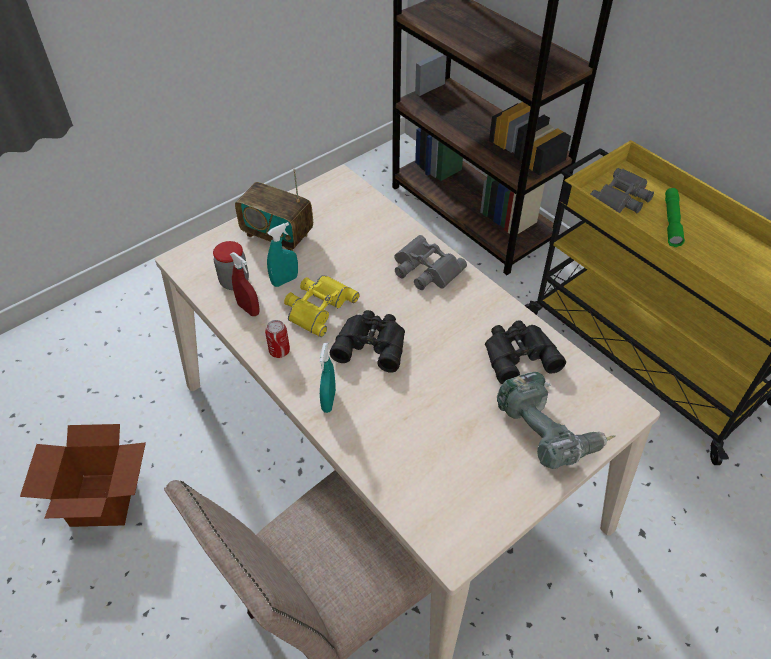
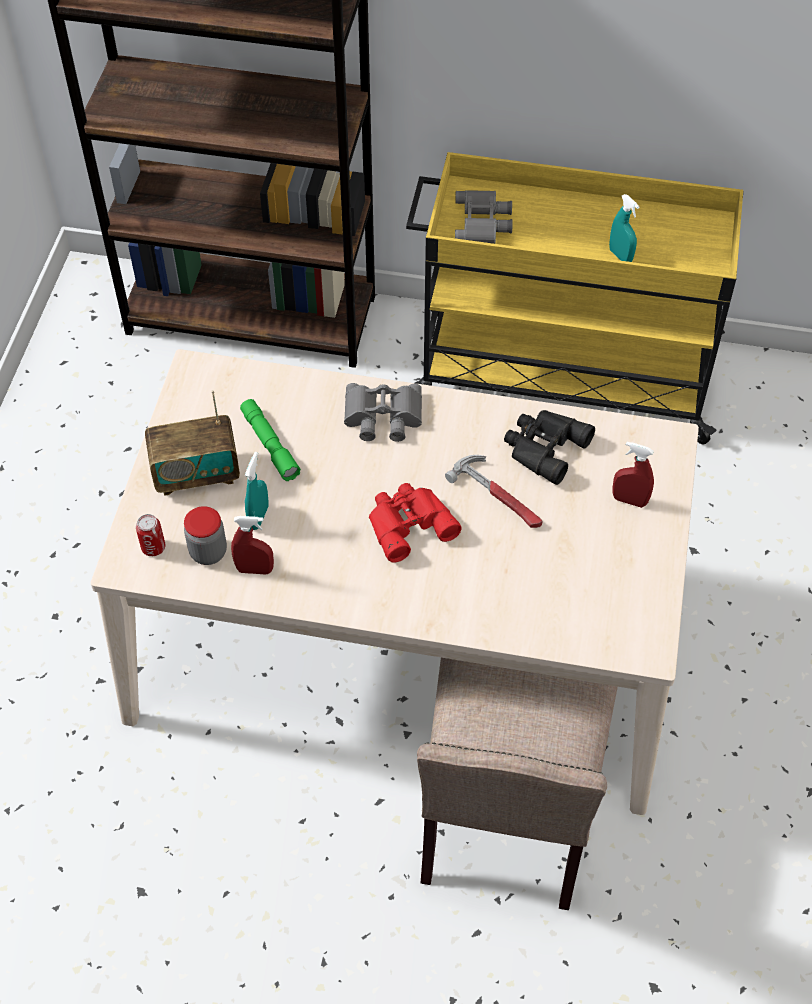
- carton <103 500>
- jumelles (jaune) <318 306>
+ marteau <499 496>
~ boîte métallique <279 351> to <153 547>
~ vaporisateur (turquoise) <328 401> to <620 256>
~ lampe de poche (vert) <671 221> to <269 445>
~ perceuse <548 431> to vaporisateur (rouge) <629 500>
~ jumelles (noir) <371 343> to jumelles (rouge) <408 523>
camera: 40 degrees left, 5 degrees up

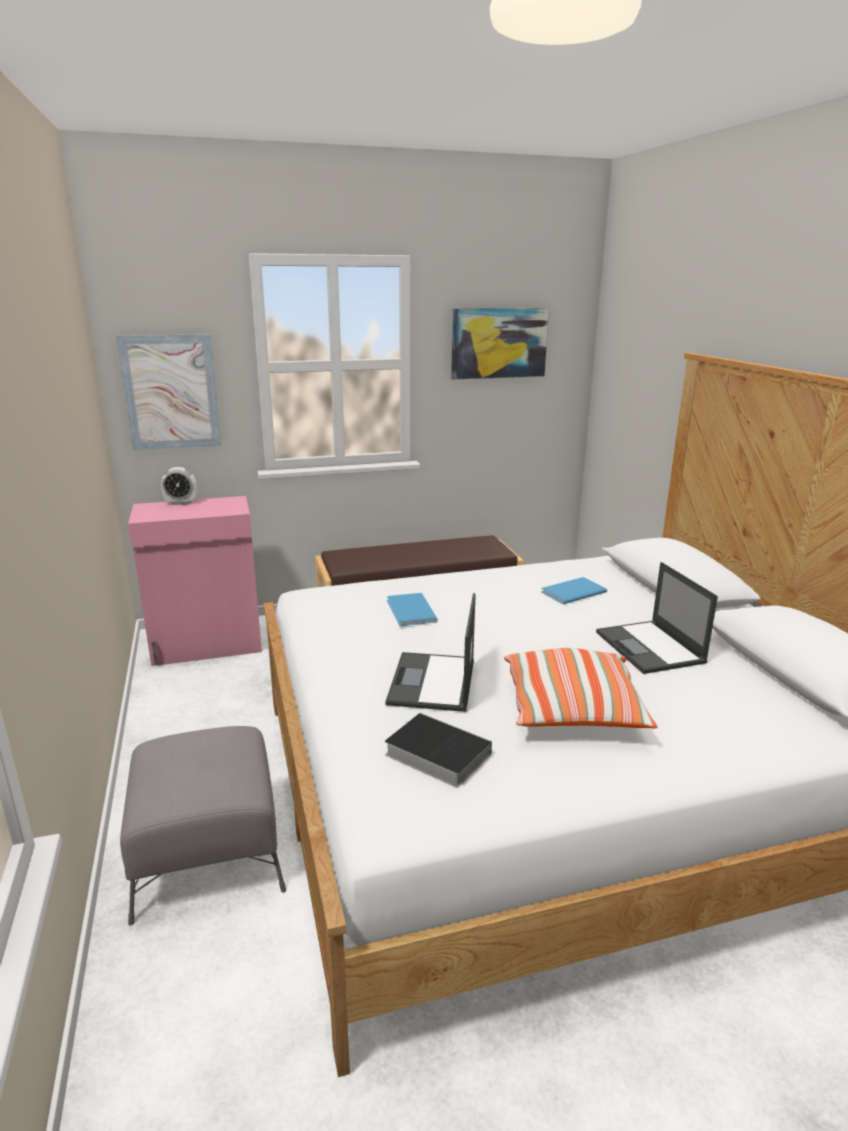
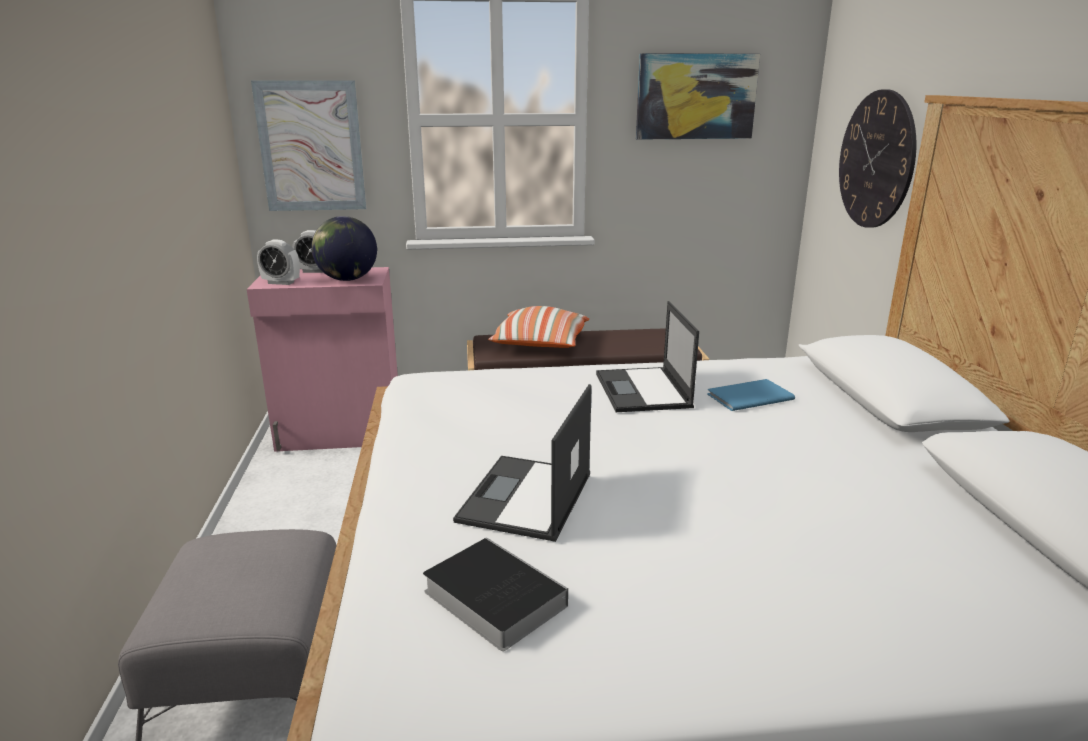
- livre (bleu) <410 611>
+ réveil <281 282>
+ globe <347 279>
+ horloge murale <876 160>
~ coussin <573 711> to <540 345>
~ ordinateur portable <650 648> to <643 391>
camera: 10 degrees right, 0 degrees up

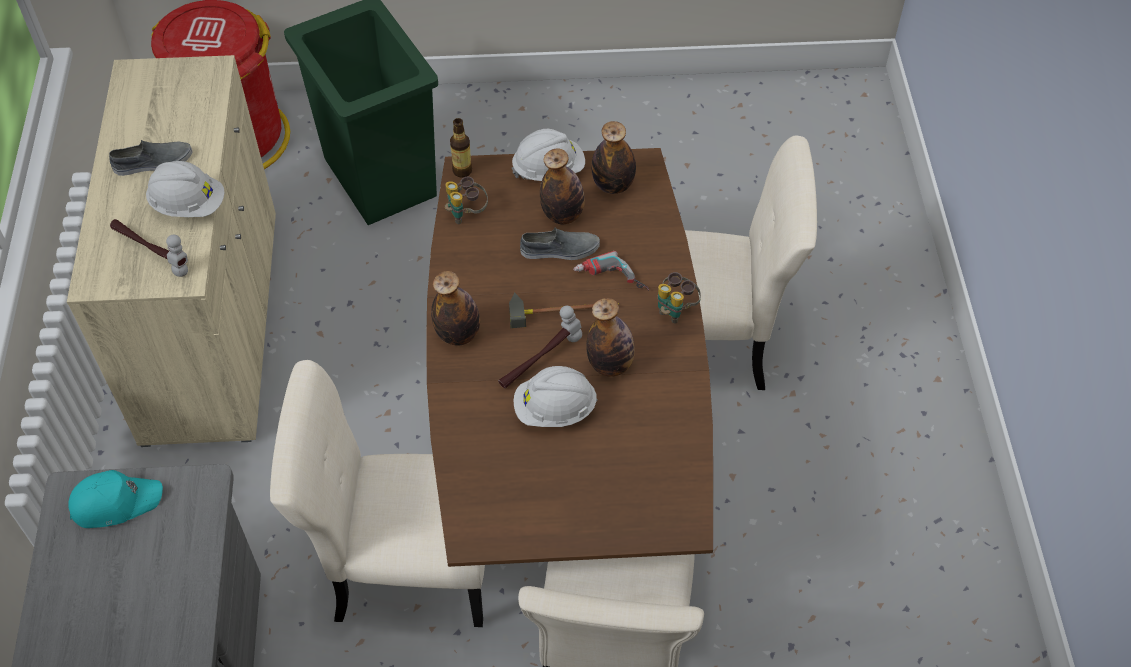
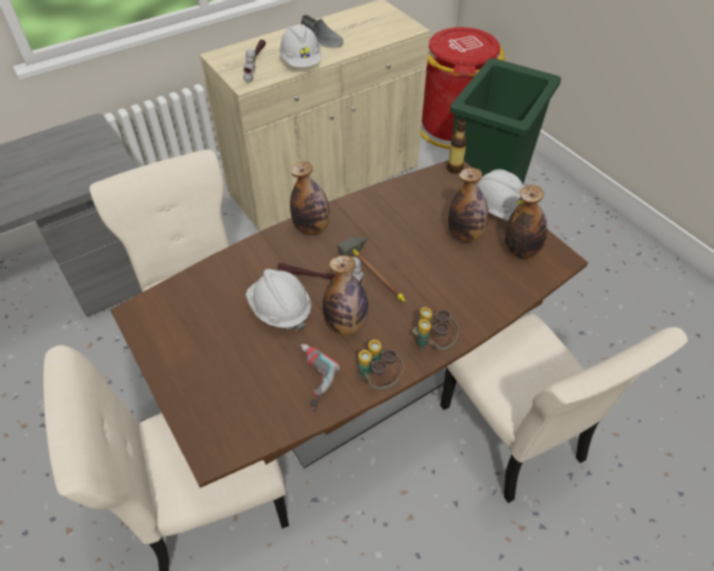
- casquette (turquoise) <115 502>
- chaussure (gris) <560 250>
~ jumelles <466 213> to <378 380>
~ perceuse <610 281> to <308 379>
camera: 60 degrees right, 5 degrees down

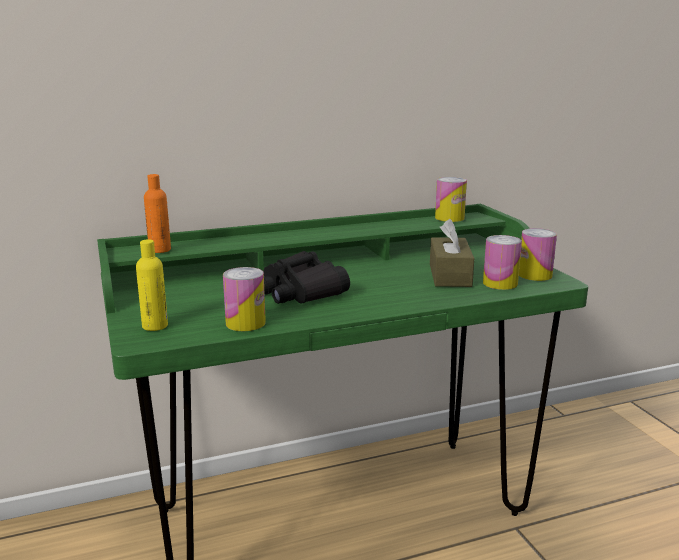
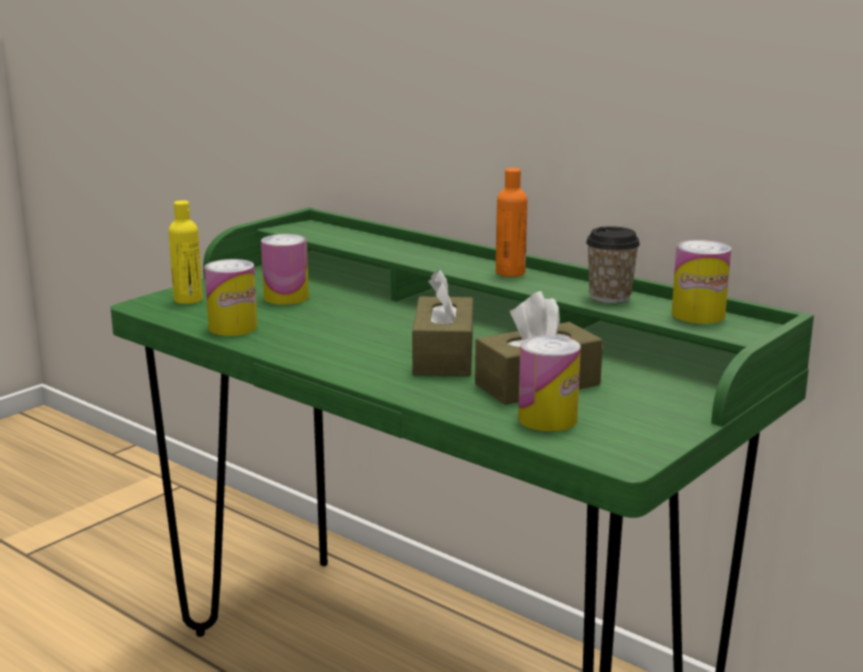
- jumelles (noir) <300 291>
+ boîte à mouchoirs (marron) <443 356>
+ tasse <610 297>
~ bouteille (orange) <160 250> to <510 273>
~ boîte métallique <535 275> to <286 297>
camera: 60 degrees right, 0 degrees up

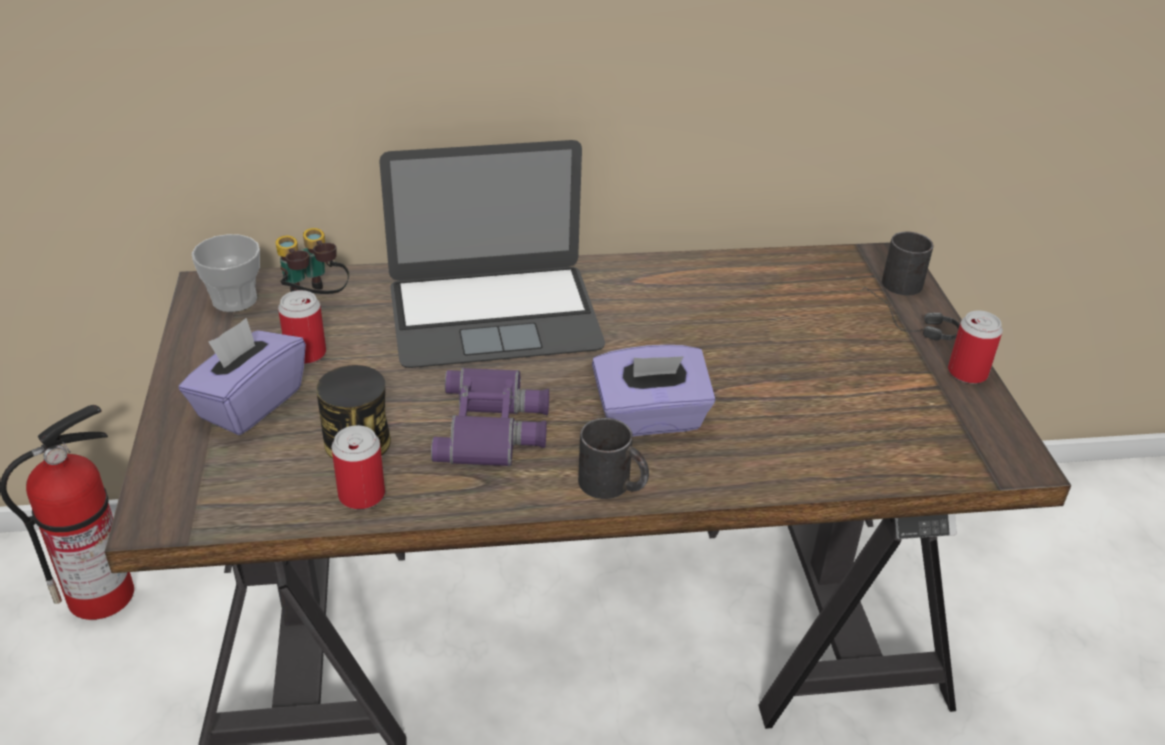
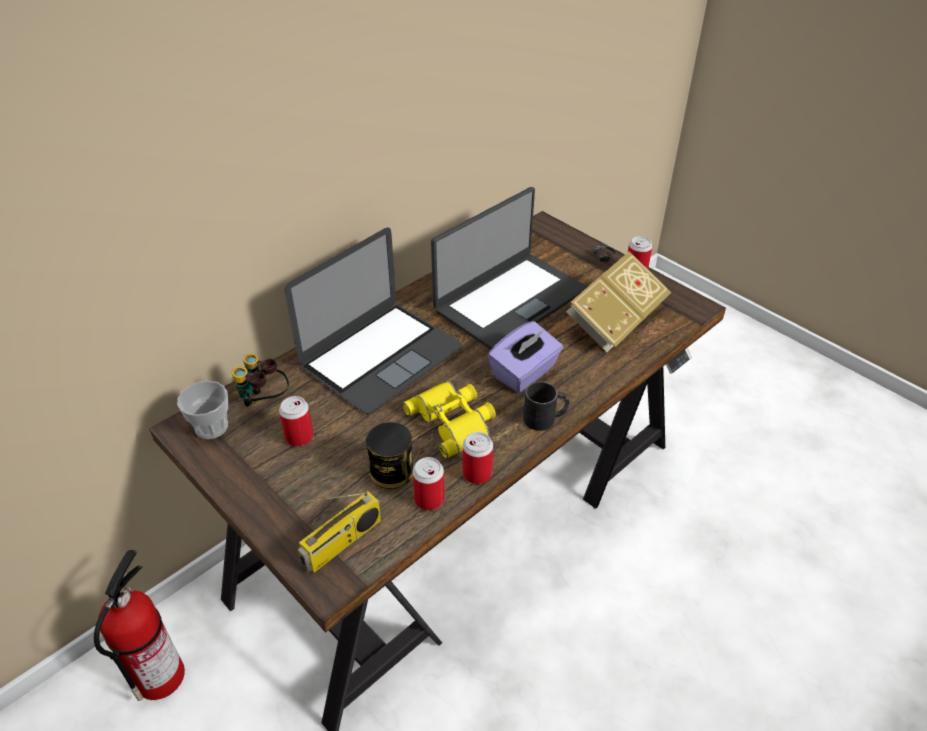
- boîte à mouchoirs (violet) <249 403>
- mug (noir) <905 280>
+ radio <342 543>
+ ordinateur portable <509 300>
+ boîte métallique <477 473>
+ livre <614 321>
~ jumelles (violet) <494 427> to jumelles (jaune) <454 421>
camera: 35 degrees left, 5 degrees up

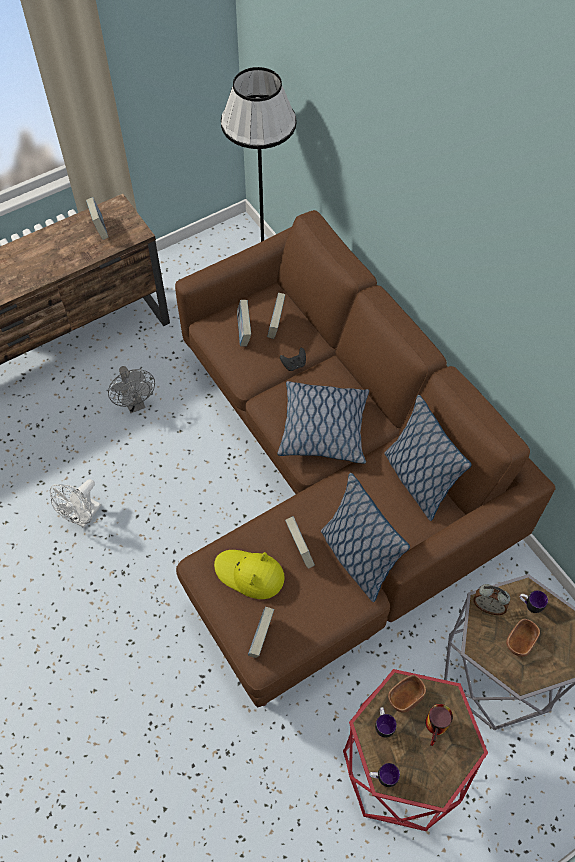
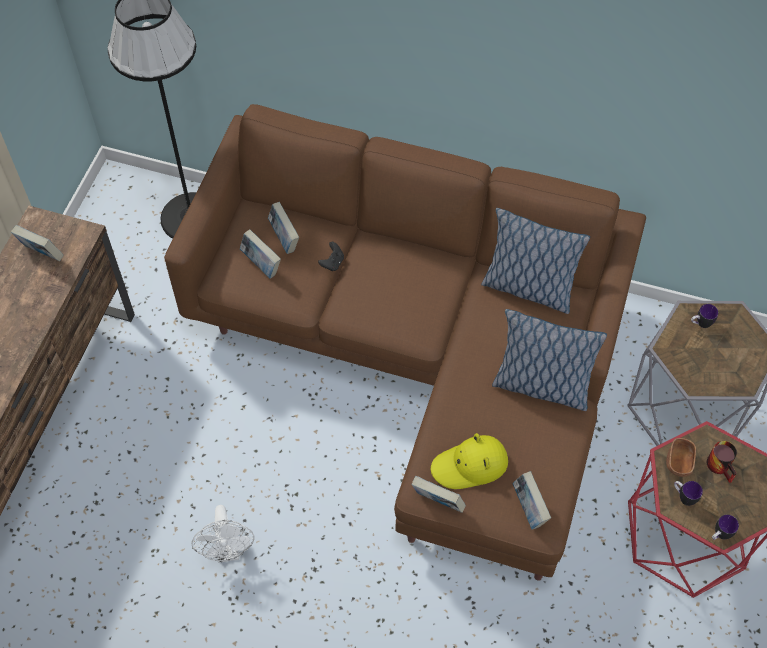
- ventilateur (gris) <135 404>
- coussin <324 429>
- réveil <488 606>
- bol (marron) <520 642>
~ livre <299 550> to <437 502>
camera: 40 degrees left, 0 degrees up

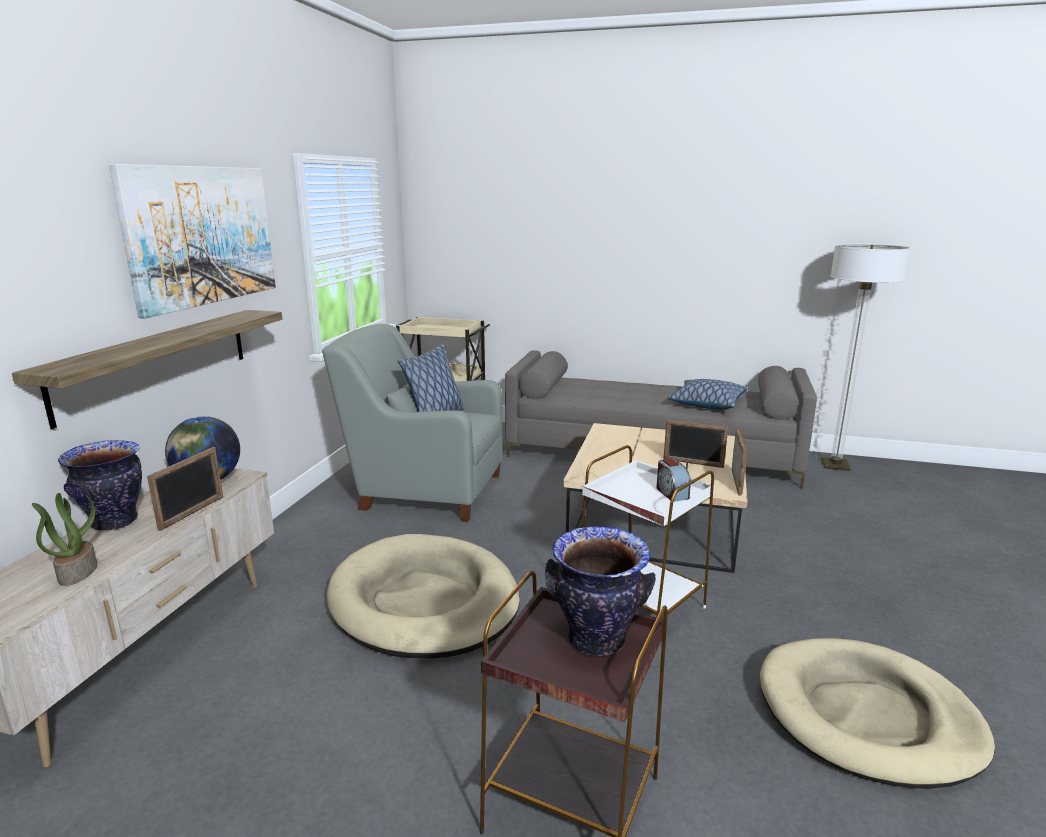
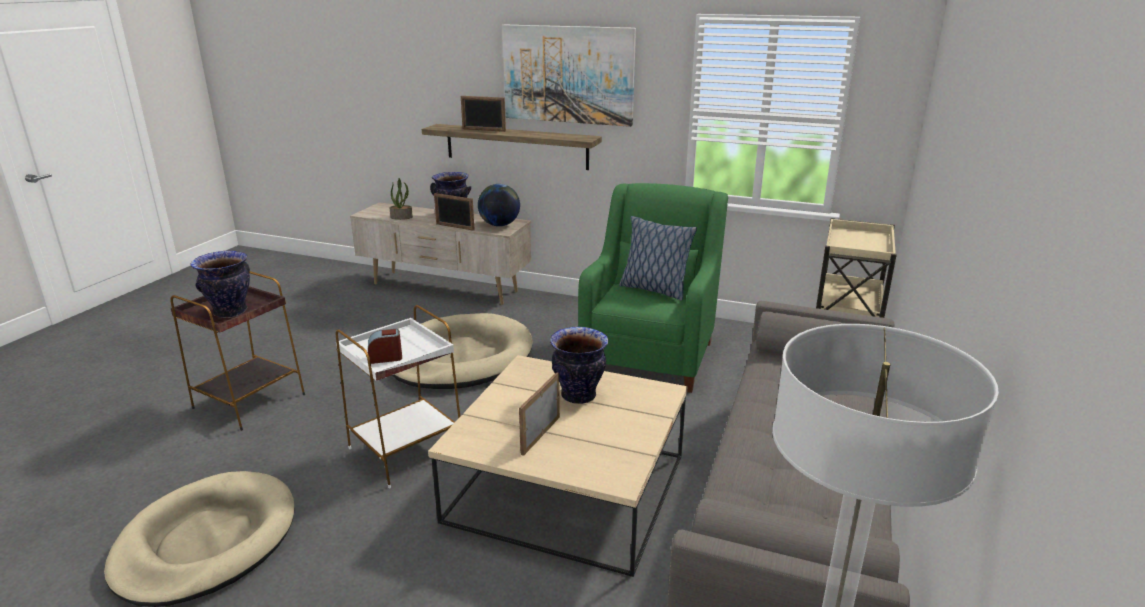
- coussin <706 403>
+ vase <579 396>
~ cadre photo <736 482> to <483 130>
~ fauteuil (gris) <424 490> to fauteuil (vert) <650 353>
camera: 95 degrees right, 5 degrees up

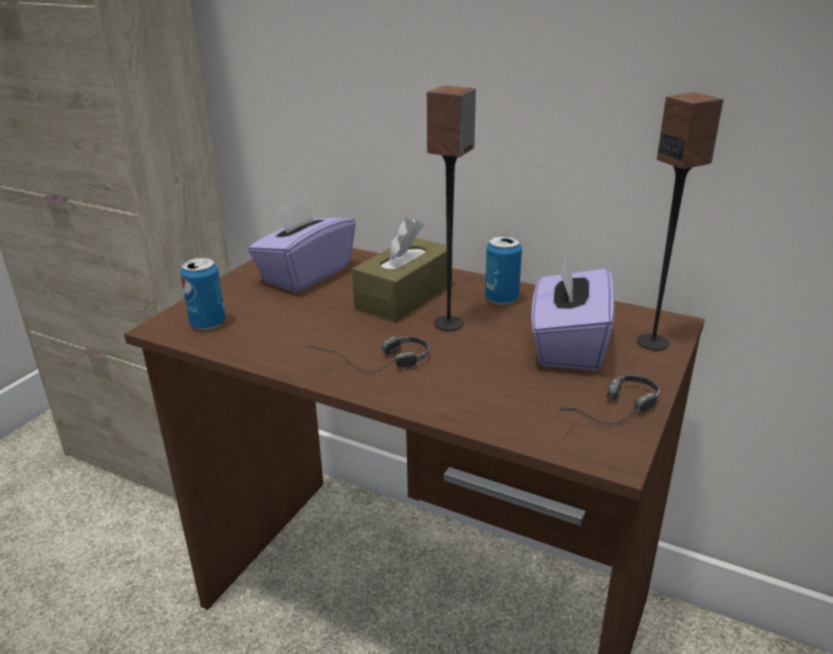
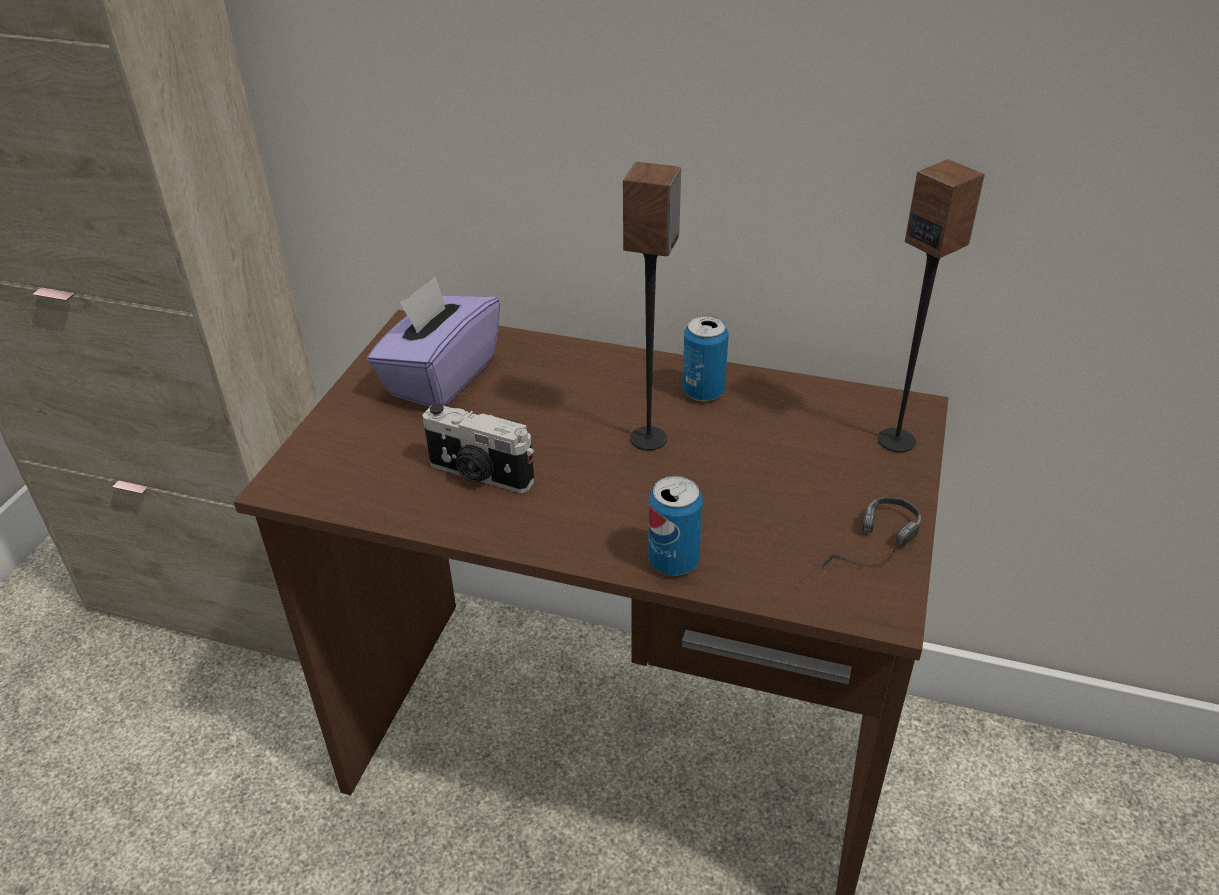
- casque audio <372 367>
- boîte à mouchoirs (marron) <404 296>
- boîte à mouchoirs (violet) <567 345>
+ appareil photo <480 475>
~ boîte métallique <208 323> to <673 561>
camera: 10 degrees left, 10 degrees up

